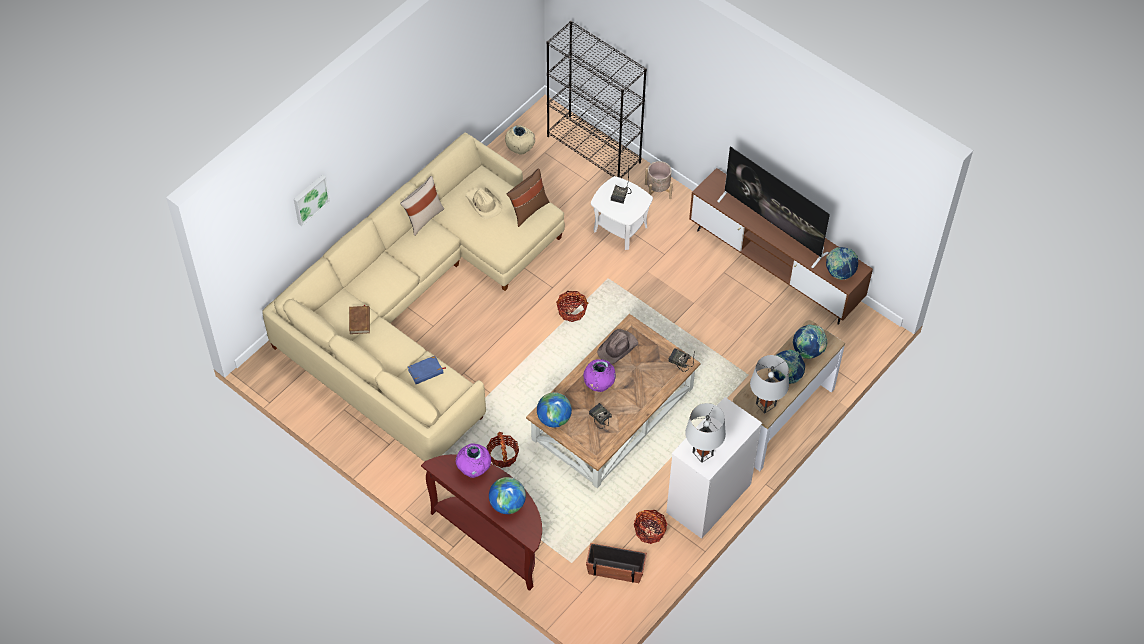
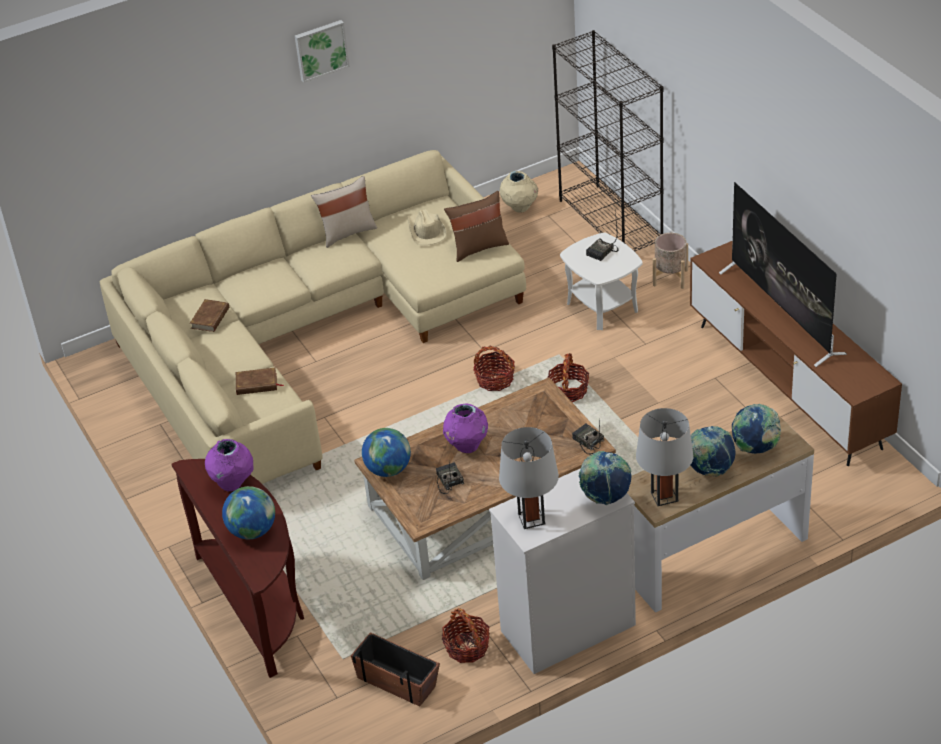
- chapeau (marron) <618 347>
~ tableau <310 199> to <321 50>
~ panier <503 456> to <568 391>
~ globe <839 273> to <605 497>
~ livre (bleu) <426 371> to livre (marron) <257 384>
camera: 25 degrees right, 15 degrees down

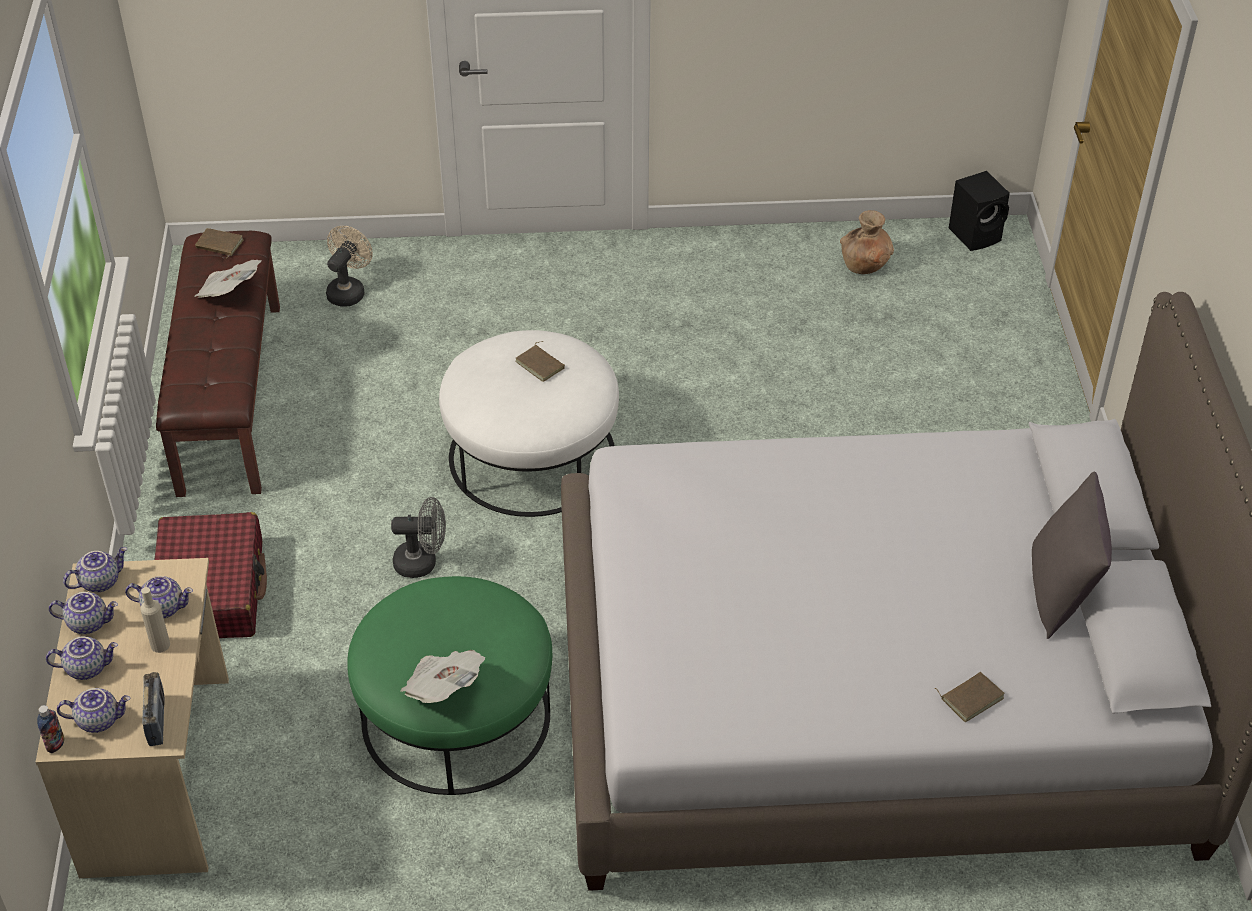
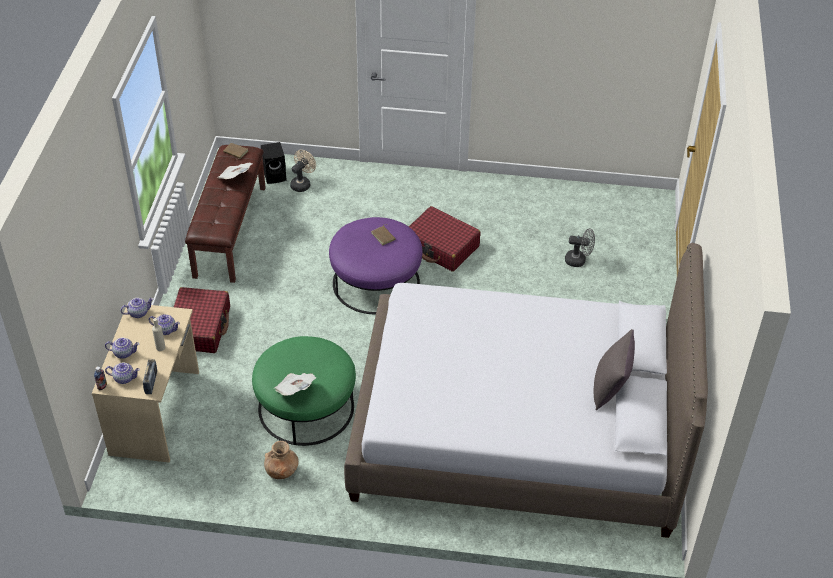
- théière <89 622>
- livre (marron) <971 697>
+ valise (rouge) <441 247>
~ ventilateur (gris) <422 562> to <579 260>
~ vase (marron) <865 265> to <282 471>
~ enceinte (noir) <976 234> to <275 175>
~ pouf (blanc) <532 455> to pouf (violet) <376 282>
camera: 10 degrees right, 0 degrees up

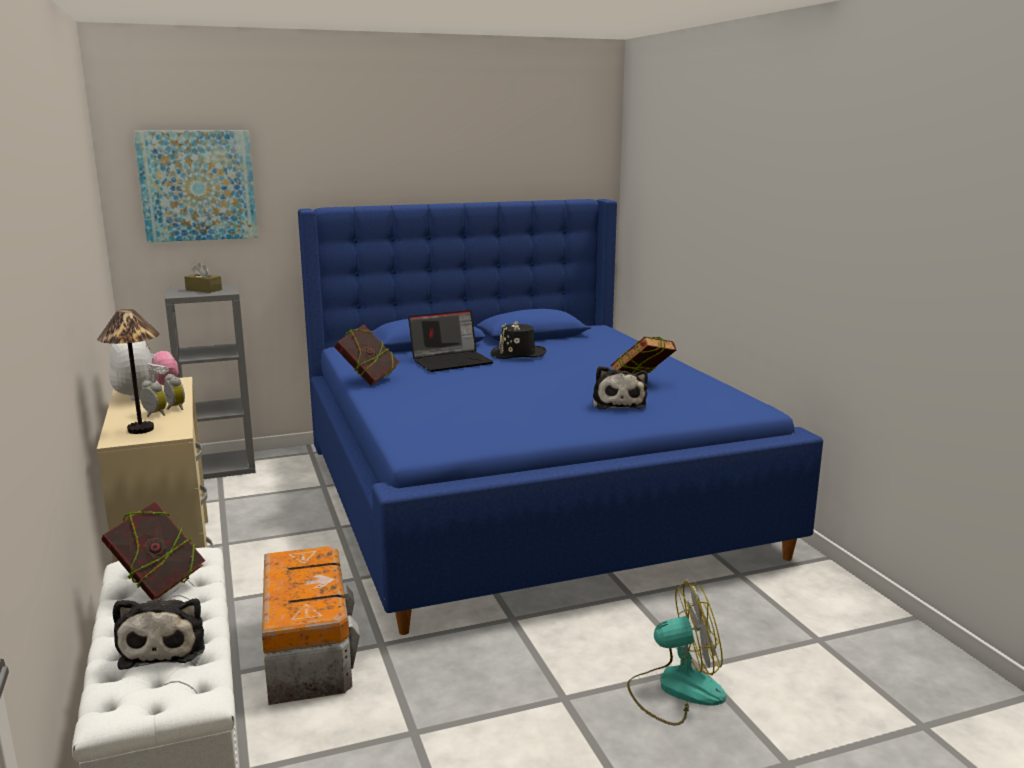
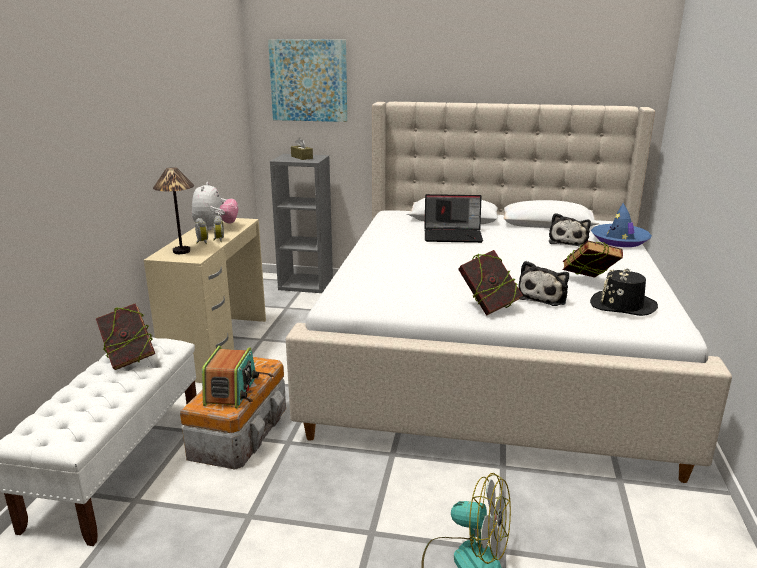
+ radio <231 391>
+ chapeau (bleu) <619 240>
~ peluche <165 646> to <568 241>
~ livre <368 380> to <488 307>
~ chapeau (noir) <518 354> to <622 305>
~ lit (bleu) <524 494> to lit (beige) <493 355>
camera: 30 degrees right, 5 degrees up

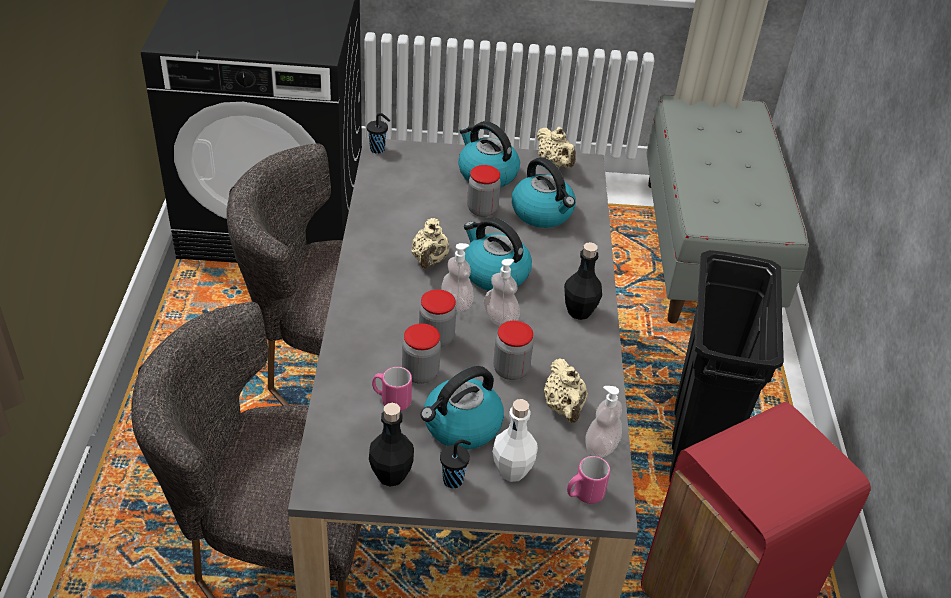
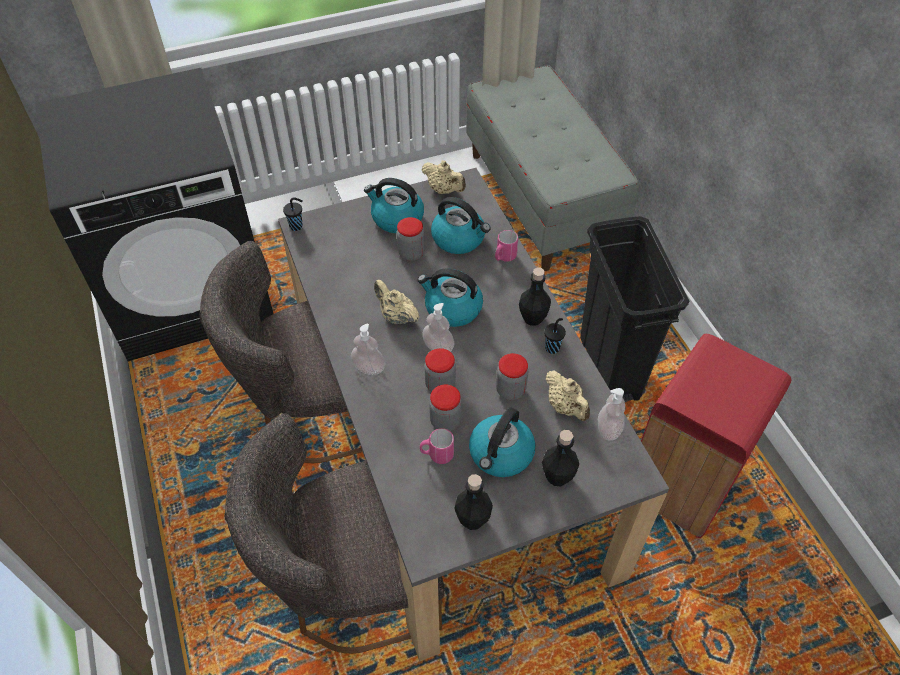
~ tasse (noir) <454 480> to <552 347>
~ distributeur de savon <500 319> to <369 368>
~ mug (rose) <584 494> to <504 257>
~ bouteille (blanc) <512 471> to bouteille (noir) <557 476>
~ théière (beige) <429 260> = <396 316> 150 degrees clockwise
camera: 20 degrees left, 10 degrees up

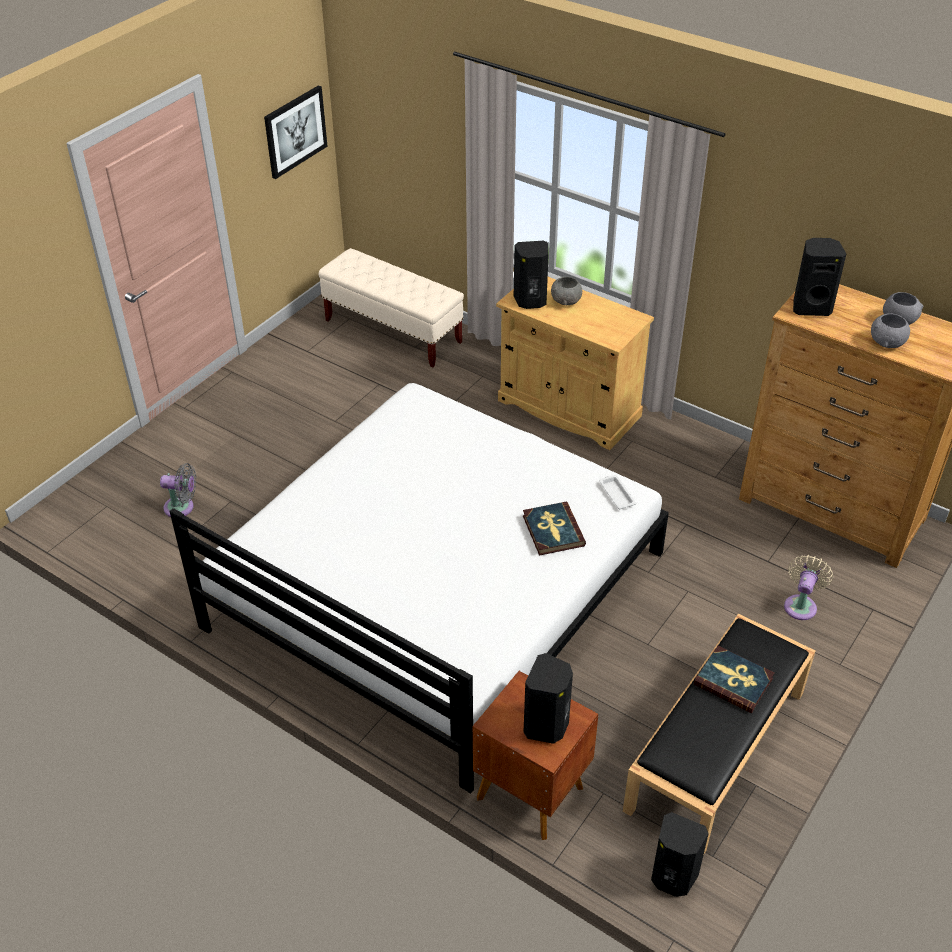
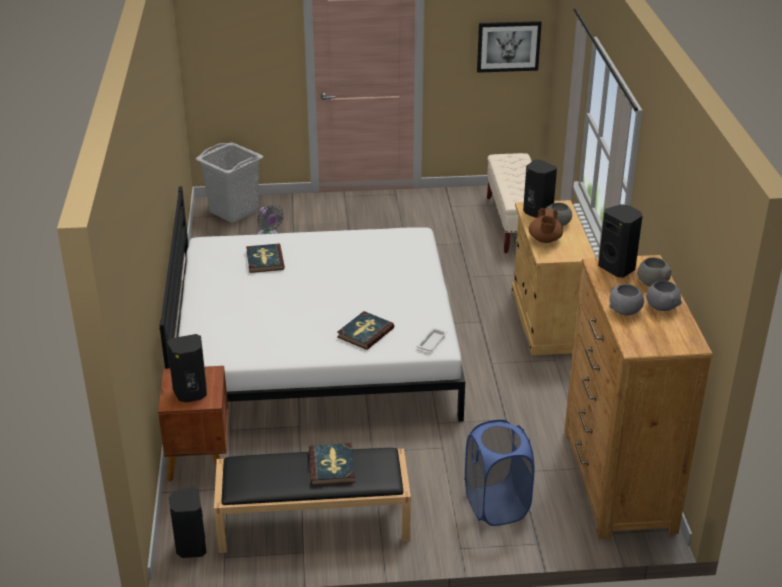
+ panier à linge (gris) <234 211>
+ livre <264 260>
+ théière (marron) <545 240>
+ bol (gris) <652 283>
~ ventilateur (beige) <801 605> to panier à linge (bleu) <496 505>
camera: 50 degrees right, 10 degrees down

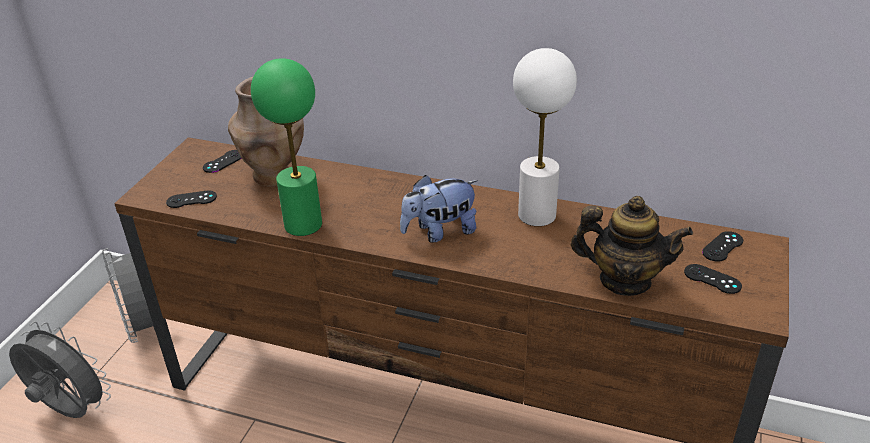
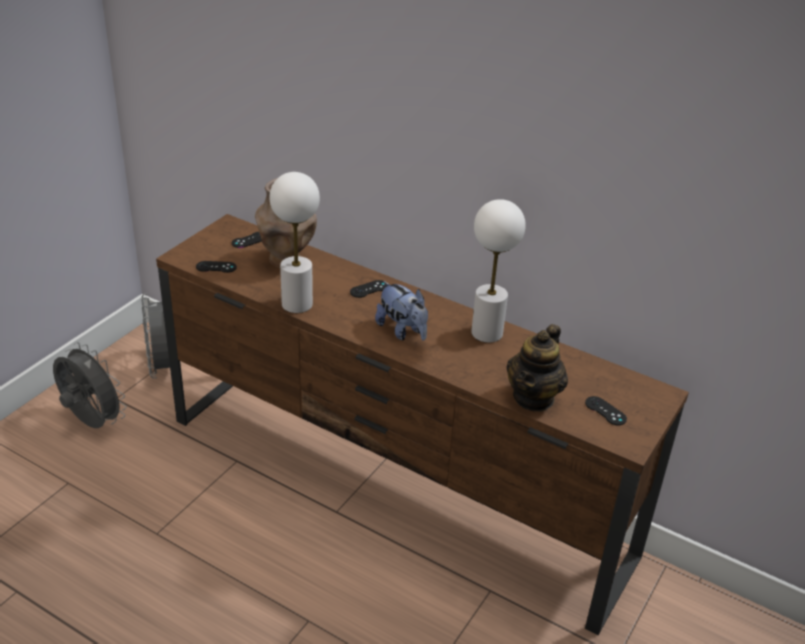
~ manette (noir) <722 246> to <369 289>
~ lampe de table (vert) <303 224> to lampe de table (blanc) <297 304>
~ peluche <440 232> = <402 331> 120 degrees counterclockwise
~ théière <624 280> = <534 397> 90 degrees clockwise
camera: 10 degrees right, 0 degrees up

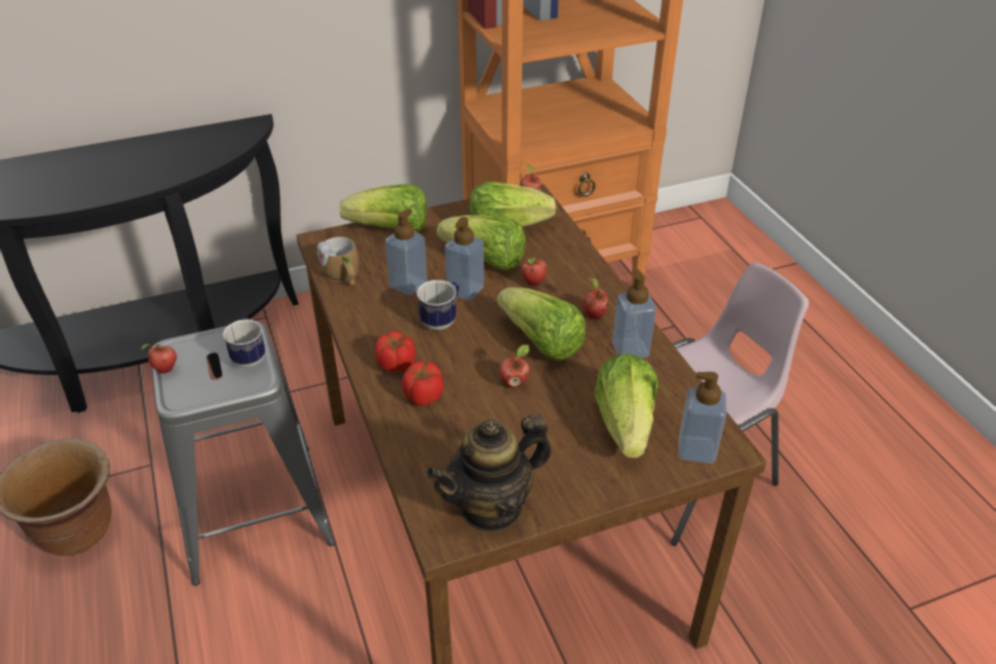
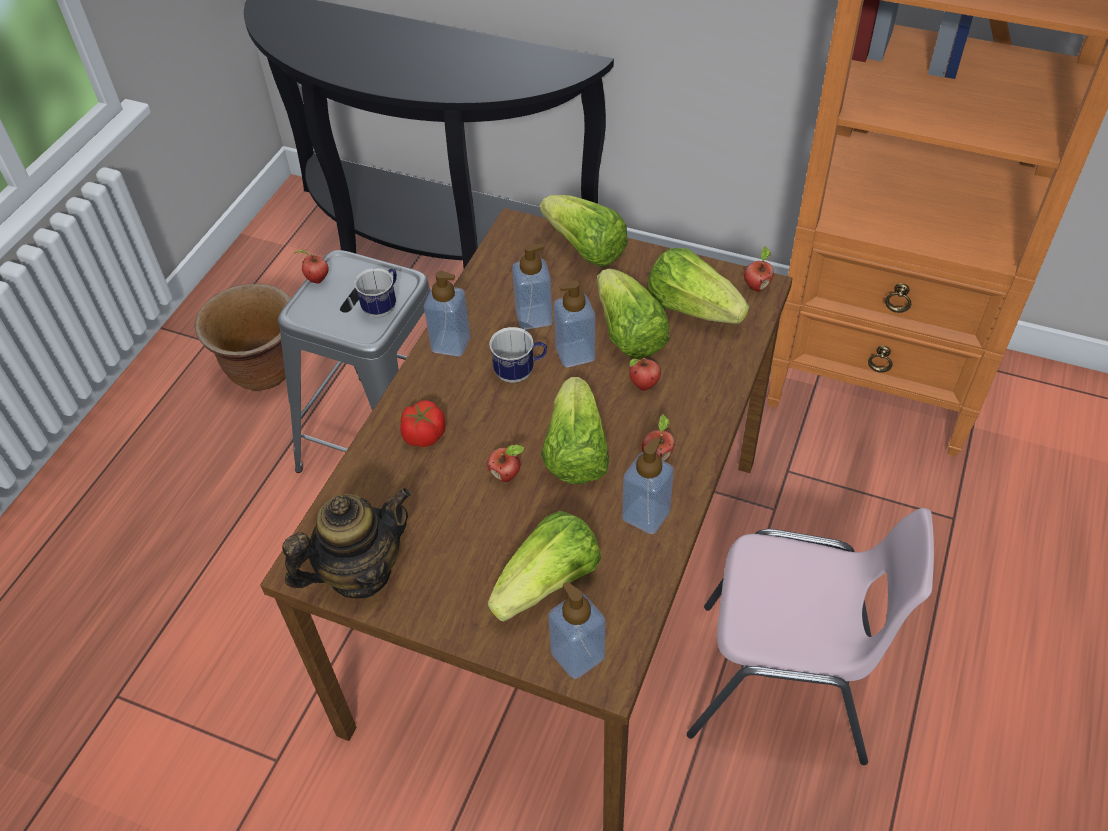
- mug <342 275>
- tomate <396 364>
+ distributeur de savon <451 344>
~ théière <492 507> = <360 572> 135 degrees clockwise
camera: 45 degrees right, 10 degrees up

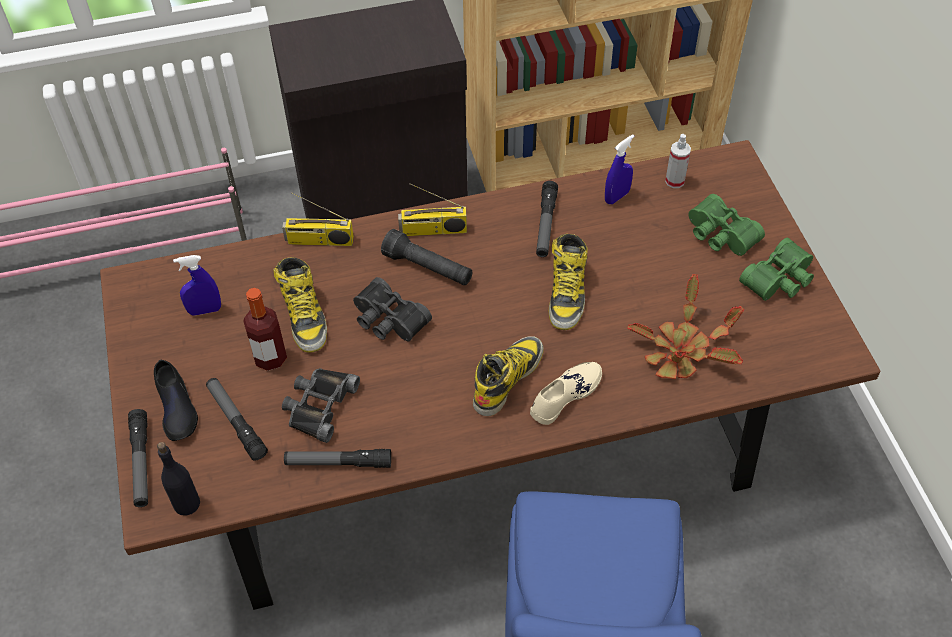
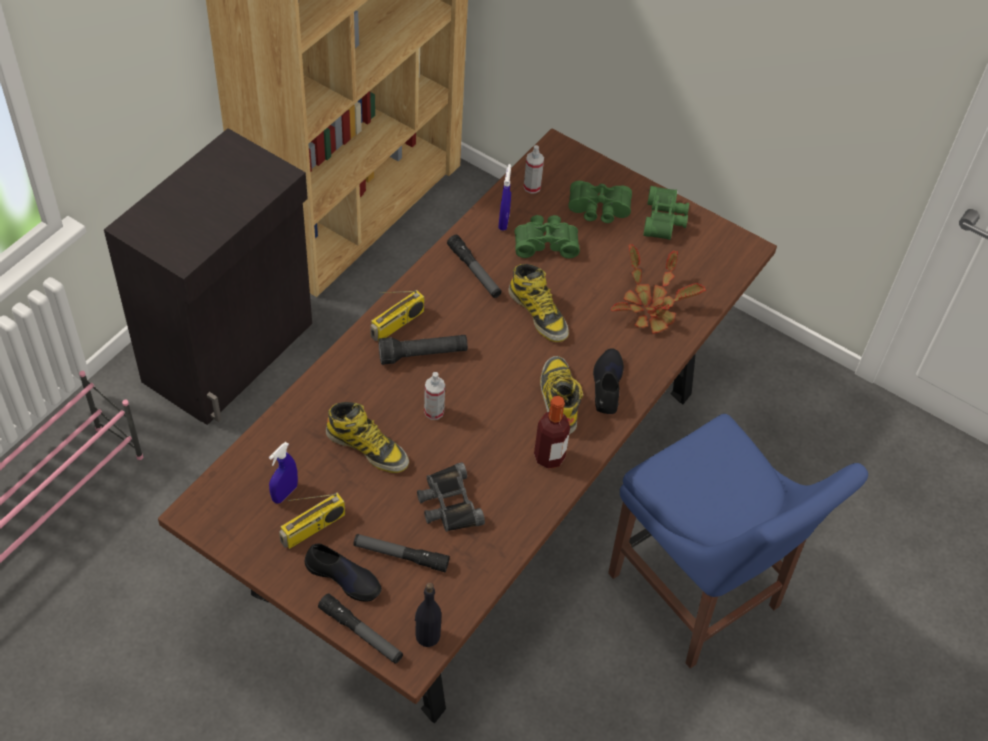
- lampe de poche <338 463>
+ jumelles (vert) <545 242>
~ bouteille <270 358> to <549 457>
~ radio <319 241> to <313 529>
~ jumelles (noir) <387 321> to vaporisateur <434 411>
~ chaussure (beige) <565 395> to chaussure (noir) <607 385>
camera: 45 degrees left, 0 degrees up

